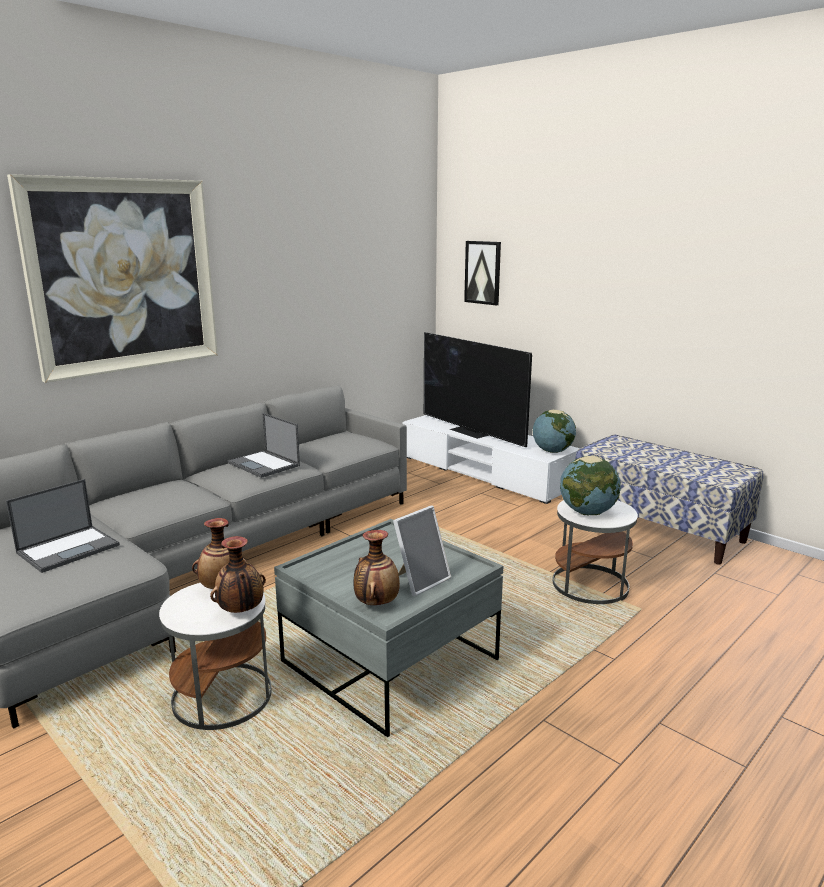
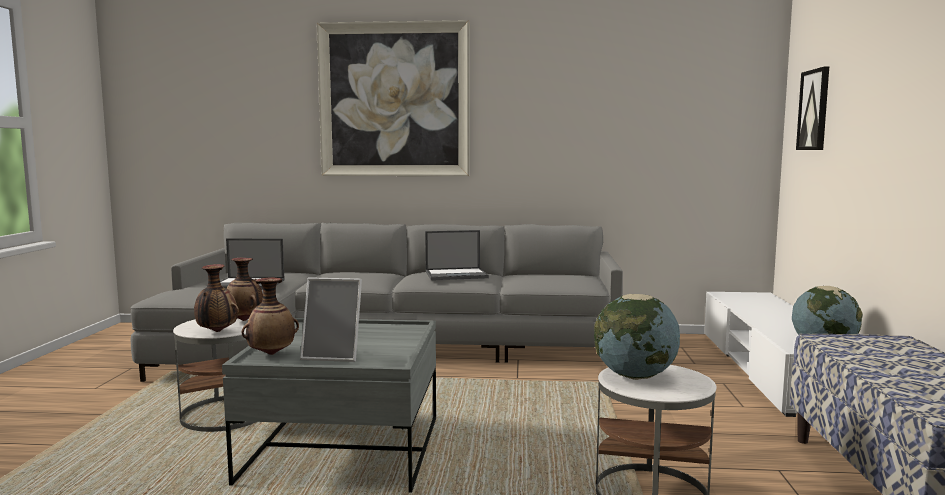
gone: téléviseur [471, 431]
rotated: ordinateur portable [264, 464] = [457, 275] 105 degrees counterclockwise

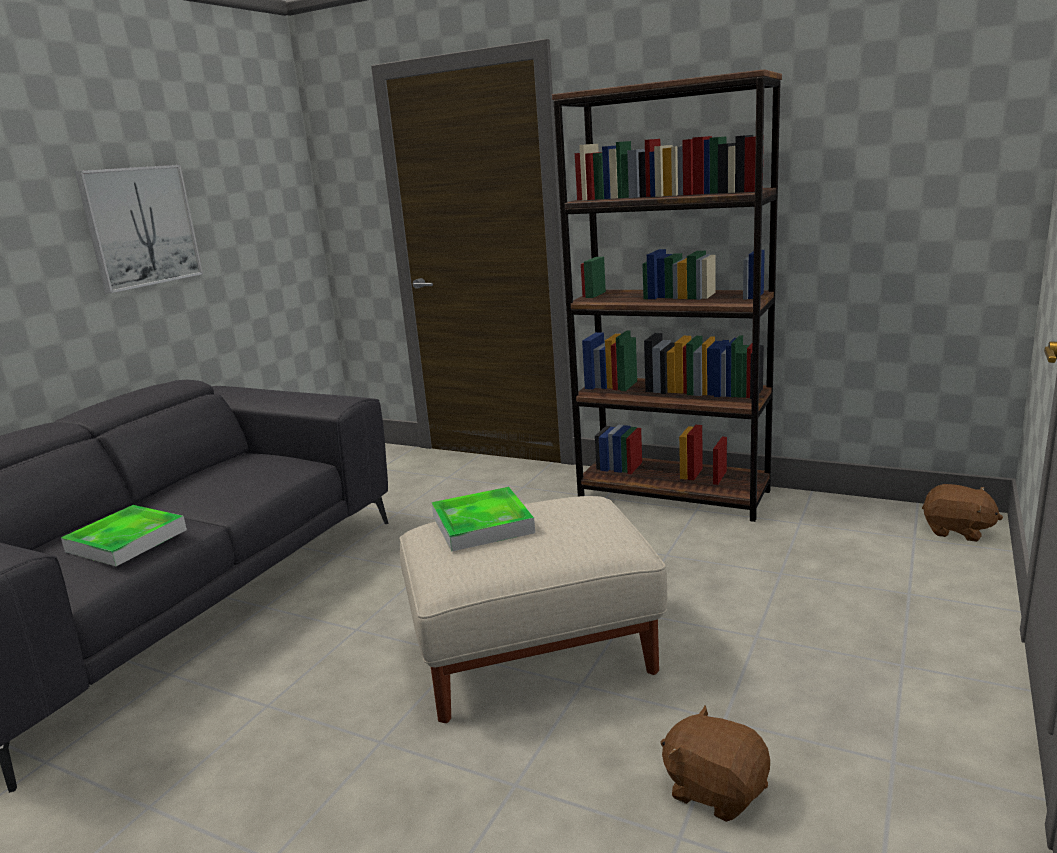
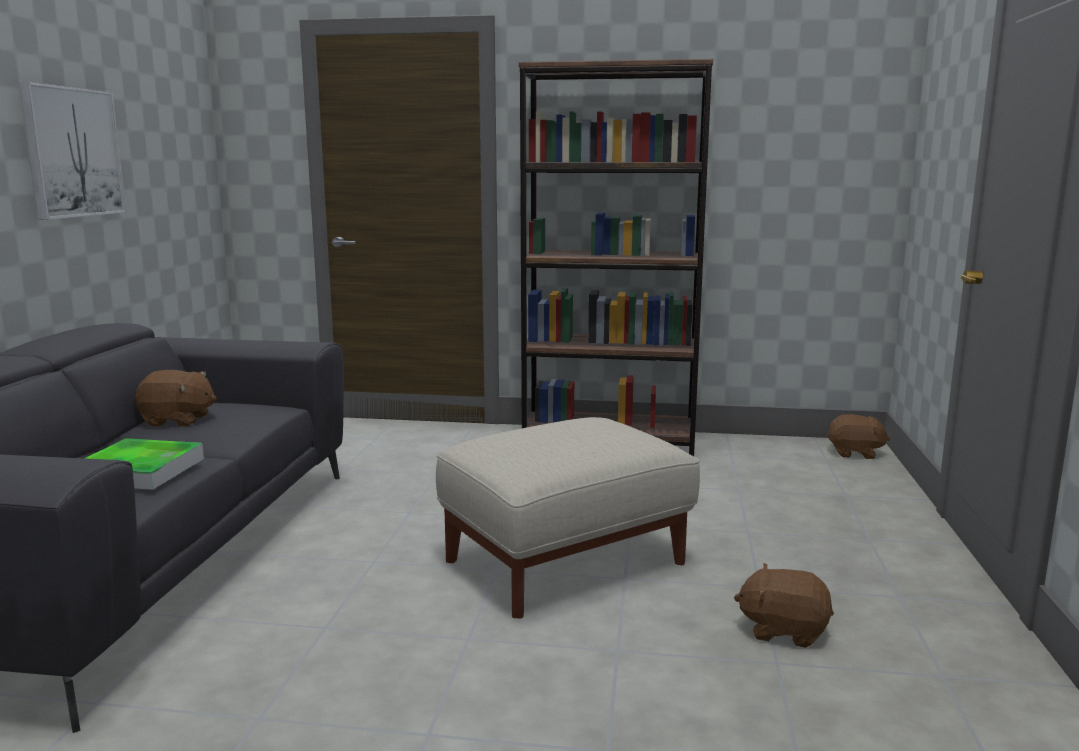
gone: plateau [482, 524]
new: peluche [marron] [178, 421]

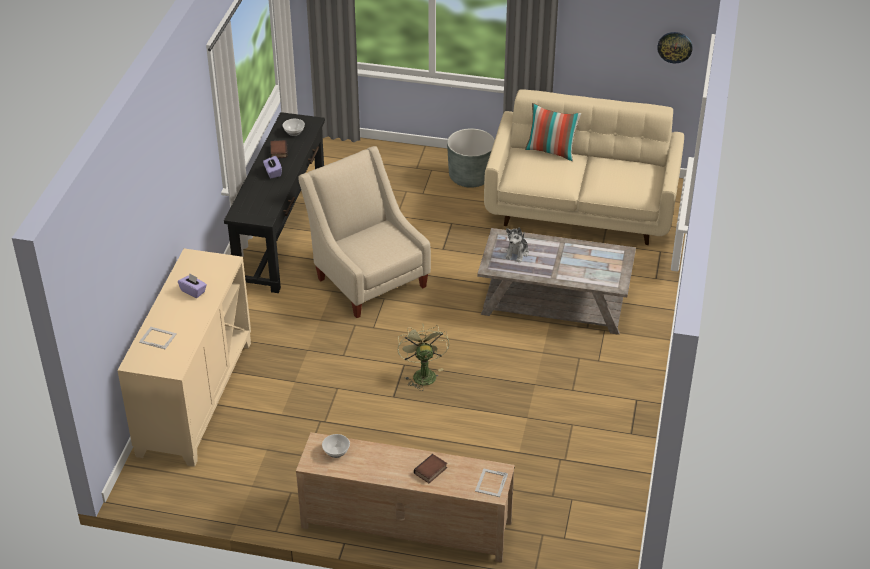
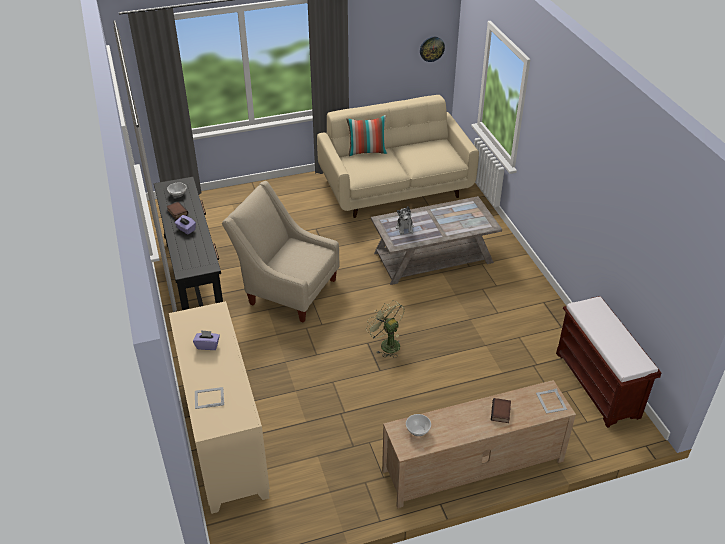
gone: cache-pot [gris] [470, 177]
new: banc [marron] [598, 385]

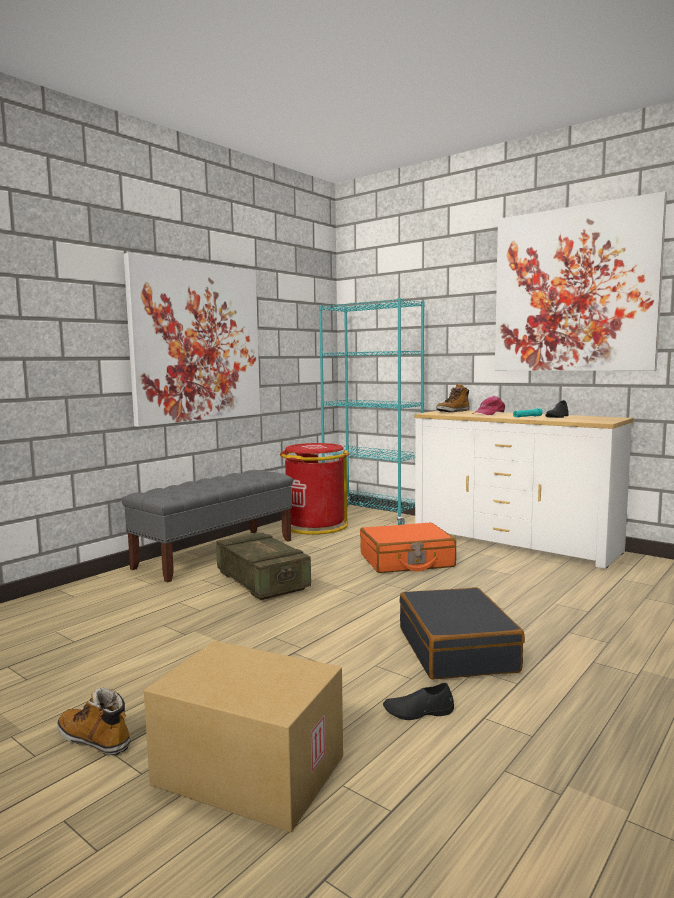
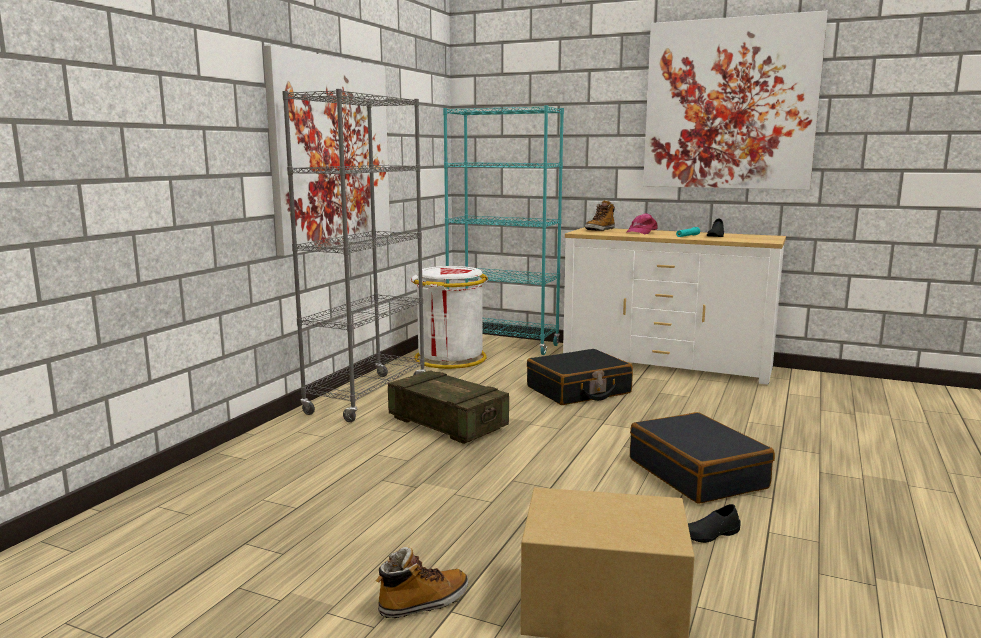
swapped: banc [gris] [216, 553] to bibliothèque [gris] [367, 397]
repainted: poubelle [rouge] [315, 526] to poubelle [blanc] [450, 358]; valise [orange] [406, 561] to valise [noir] [578, 390]
rotated: botte [95, 740] = [423, 603] 135 degrees clockwise

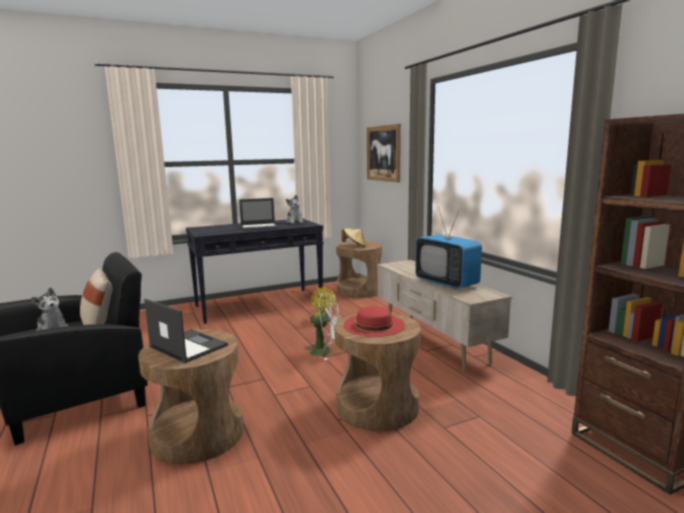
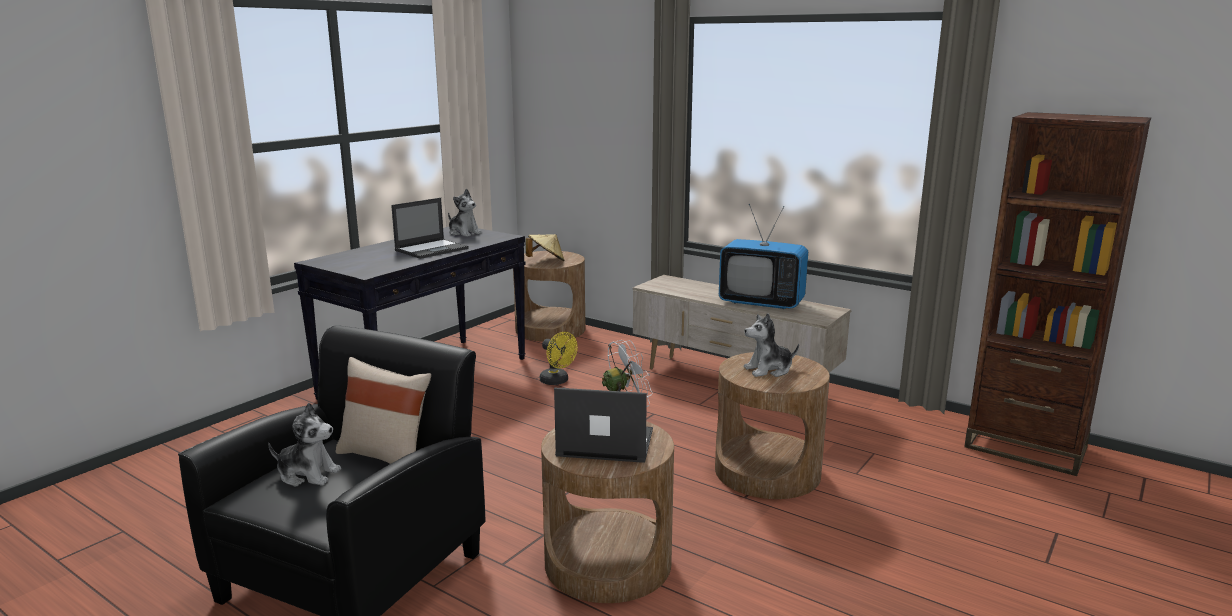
gone: tableau [383, 153]
swapped: chapeau [rouge] [374, 325] to peluche [769, 370]

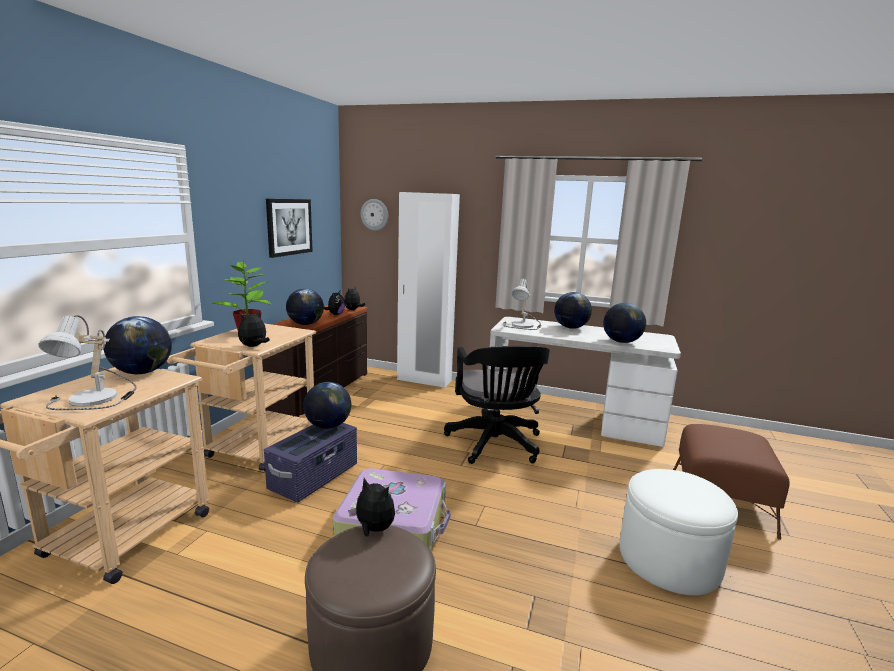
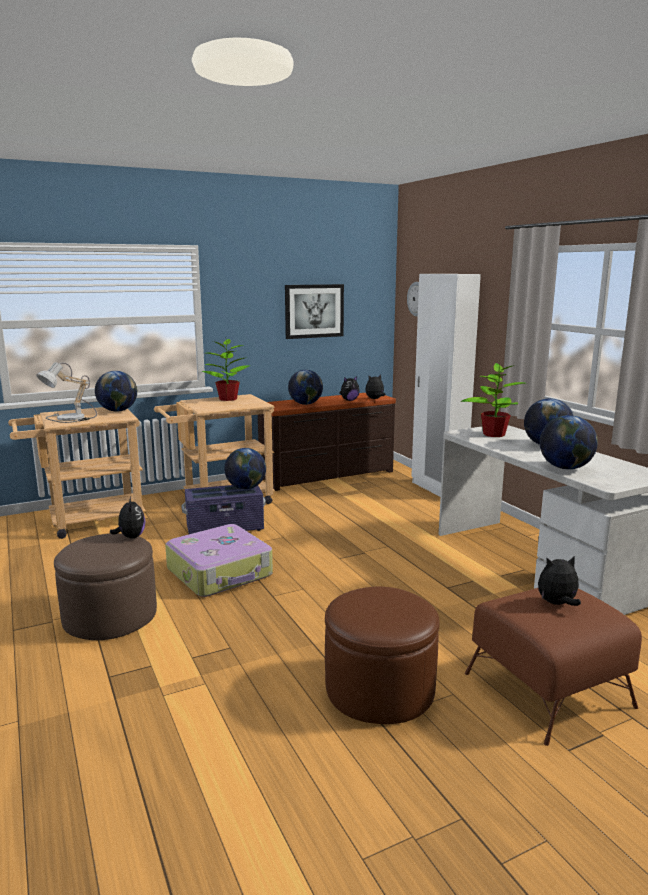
gone: chaise de bureau [noir] [496, 445]
shifted: peluche [254, 346] to [557, 604]
swapped: lampe de table [524, 325] to plante en pot [493, 434]
repainted: pouf [blanc] [669, 559] to pouf [marron] [379, 688]

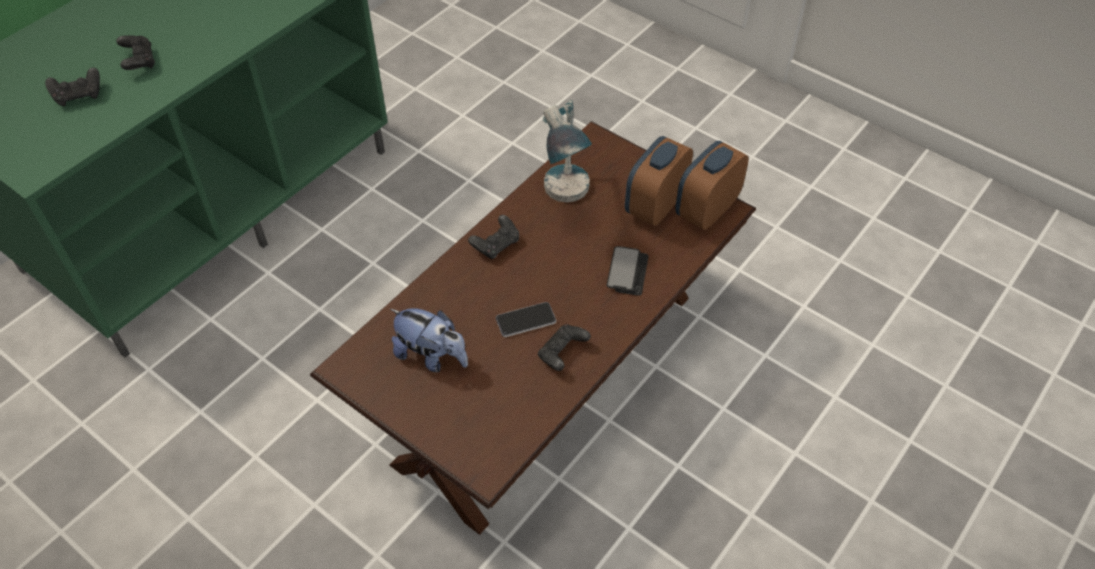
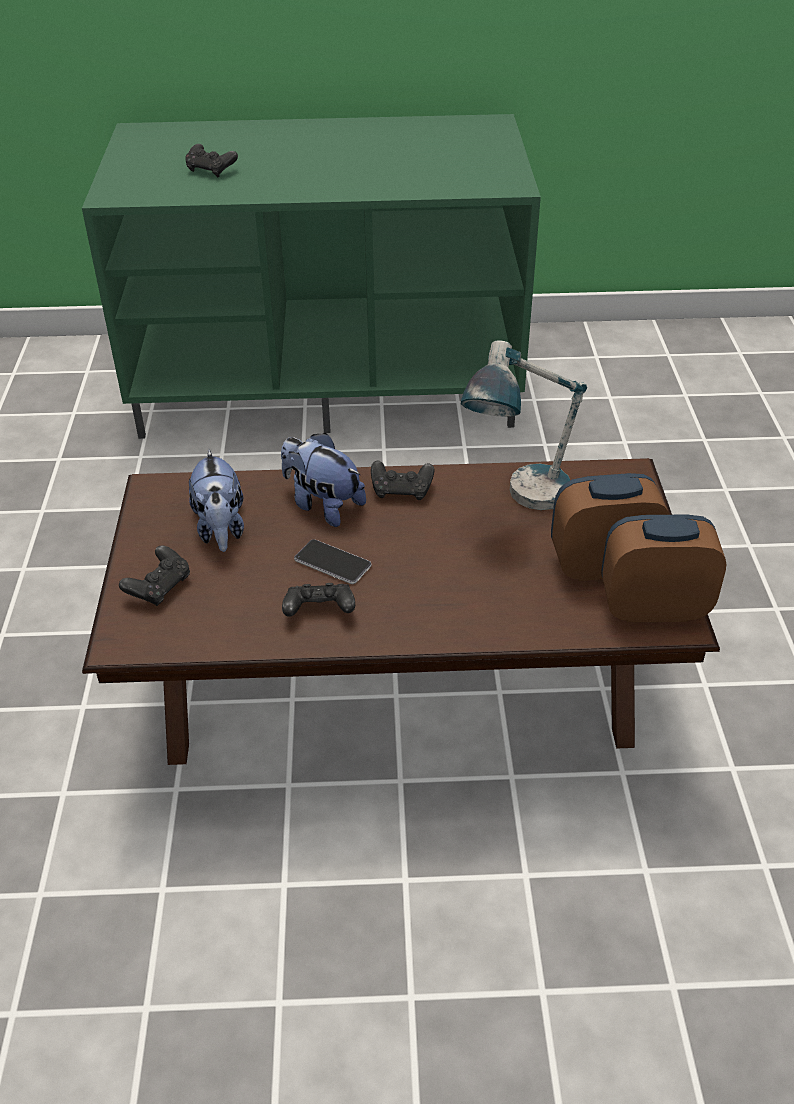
gone: téléphone [627, 272]
new: peluche [322, 505]
shifted: manette [noir] [139, 62] to [159, 588]

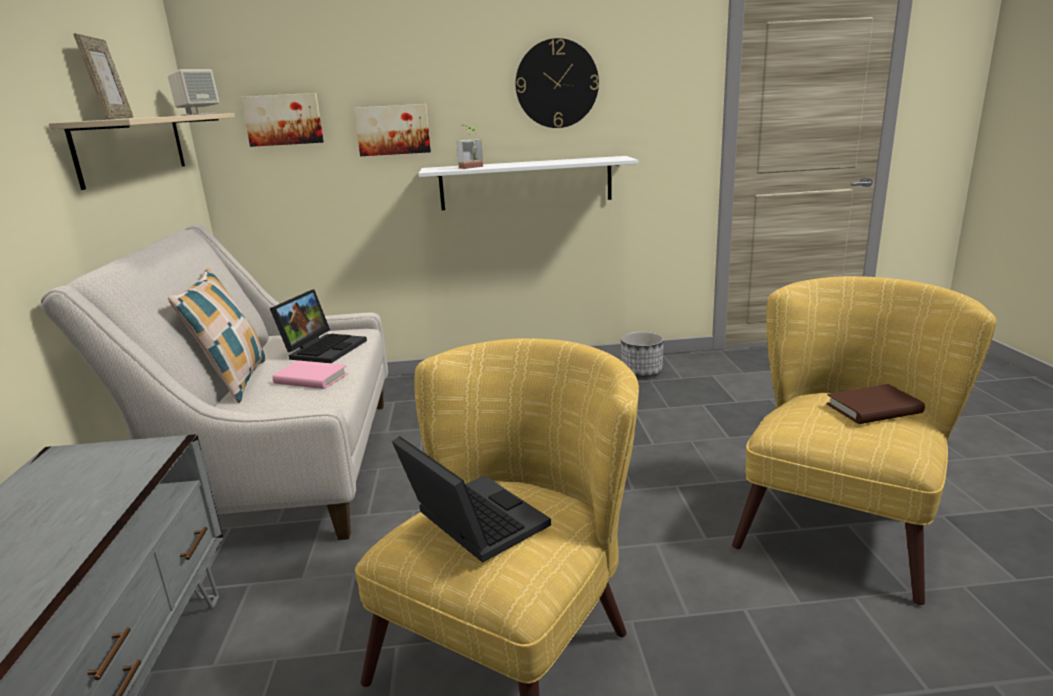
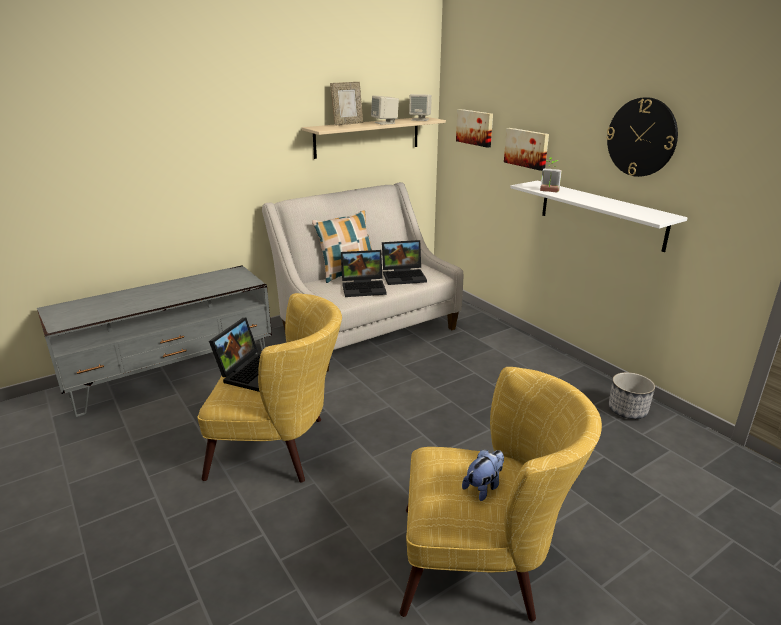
new: enceinte [beige] [385, 123]
swapped: livre [rose] [311, 379] to ordinateur portable [364, 287]; livre [marron] [873, 409] to peluche [483, 487]

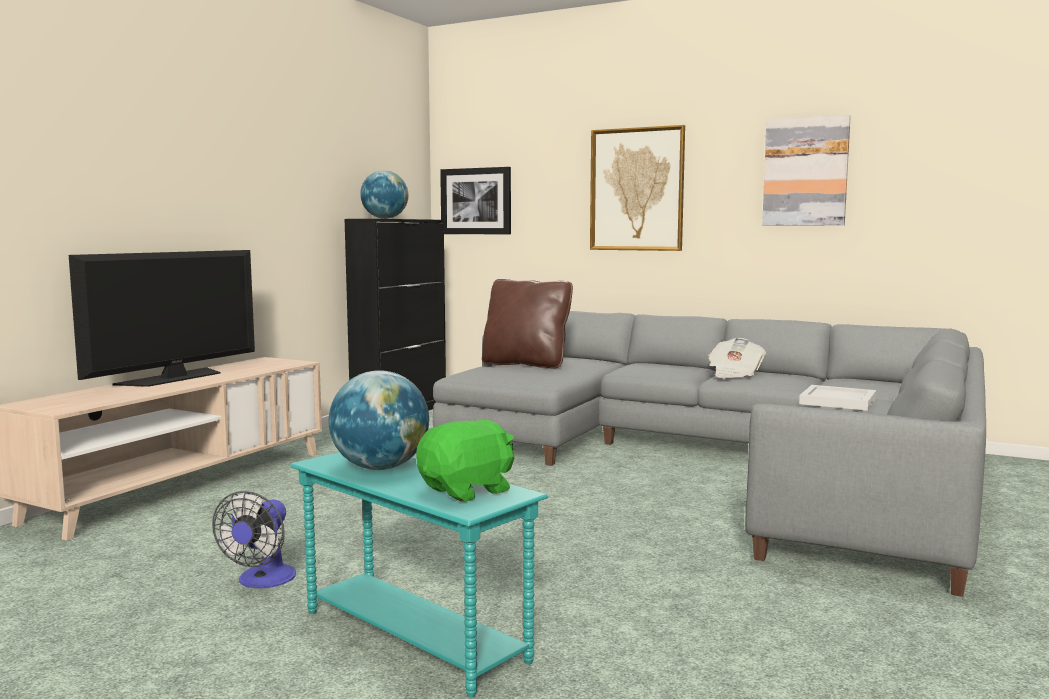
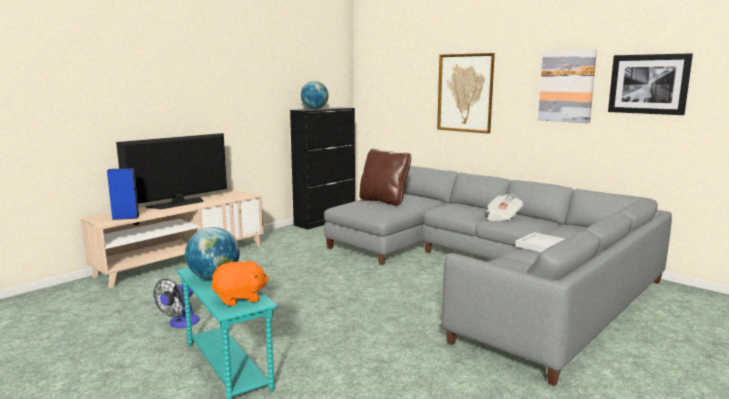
new: enceinte [bleu] [125, 218]
shifted: tableau [476, 201] to [648, 84]
repainted: peluche [vert] [468, 490] to peluche [orange] [240, 298]

